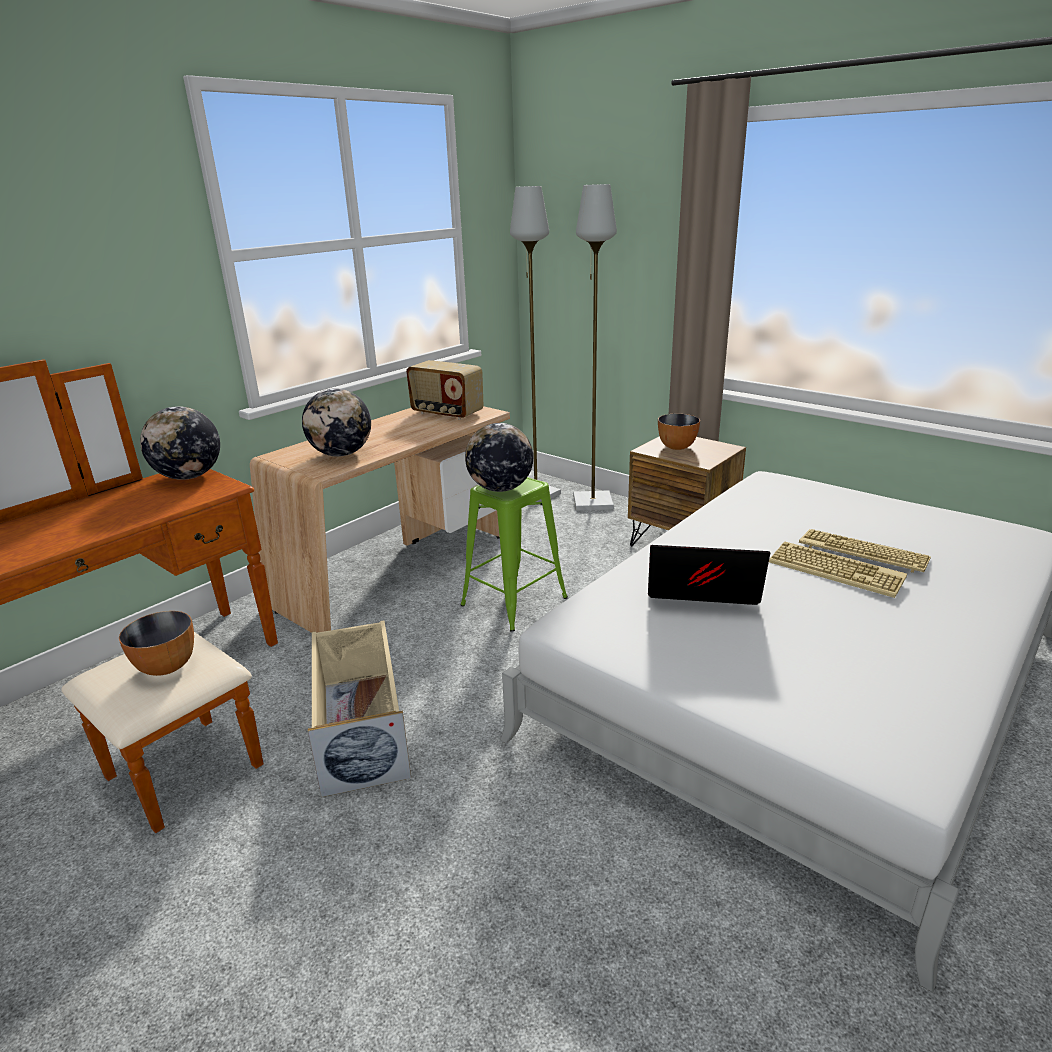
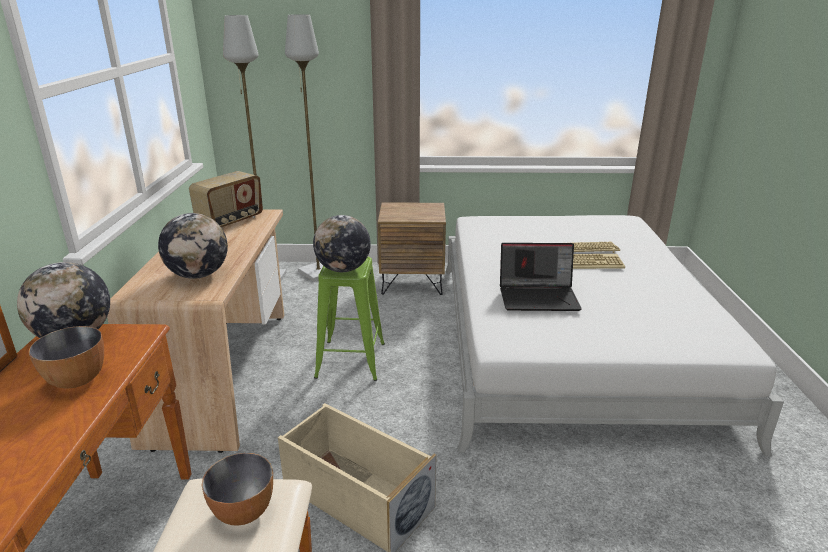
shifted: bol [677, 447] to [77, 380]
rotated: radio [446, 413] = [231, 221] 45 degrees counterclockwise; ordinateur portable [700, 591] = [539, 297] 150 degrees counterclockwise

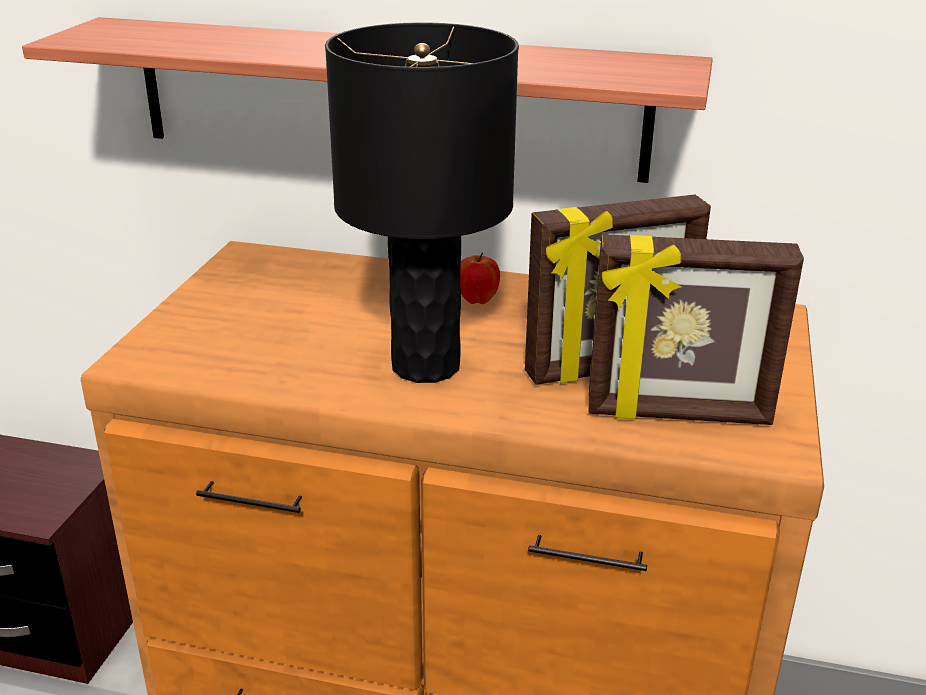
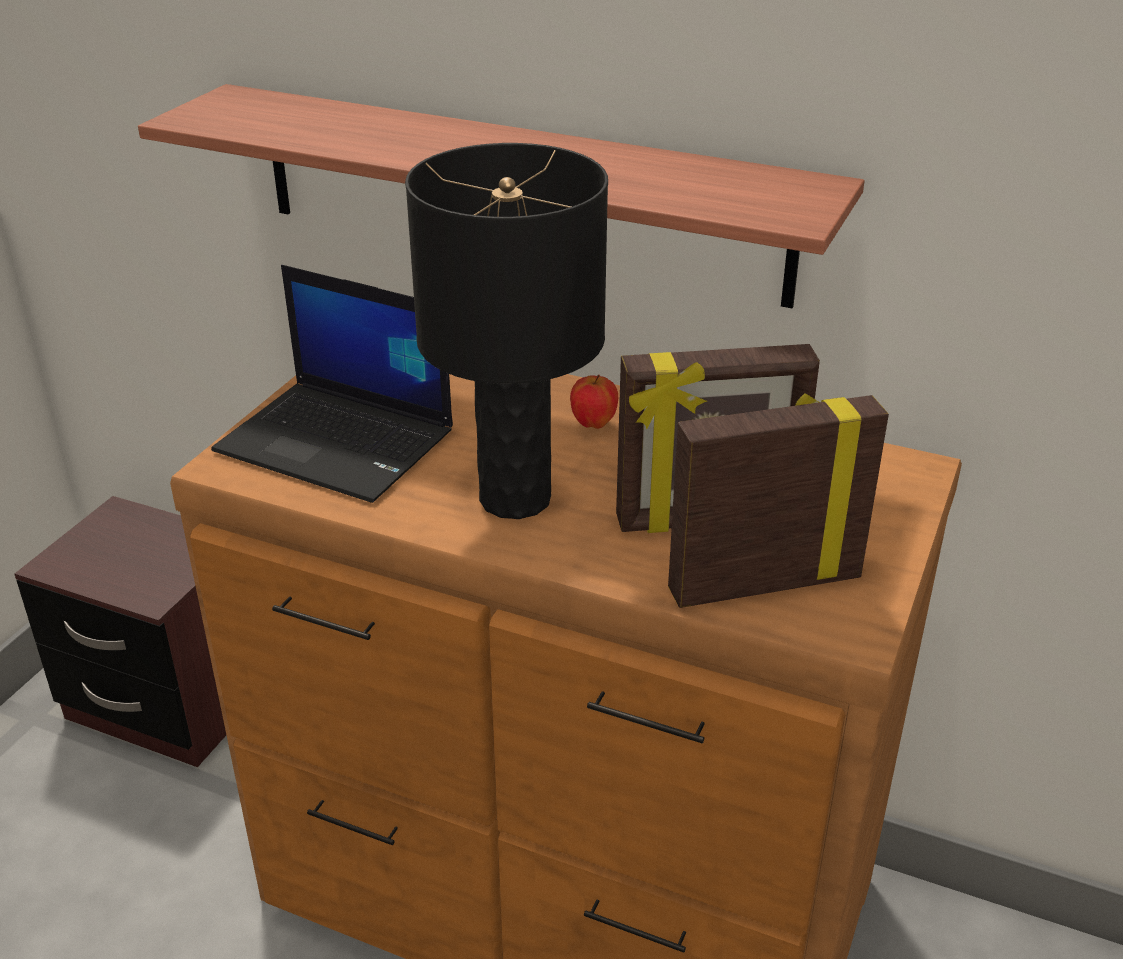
new: ordinateur portable [339, 441]
rotated: cadre photo [678, 415] = [763, 582] 150 degrees clockwise

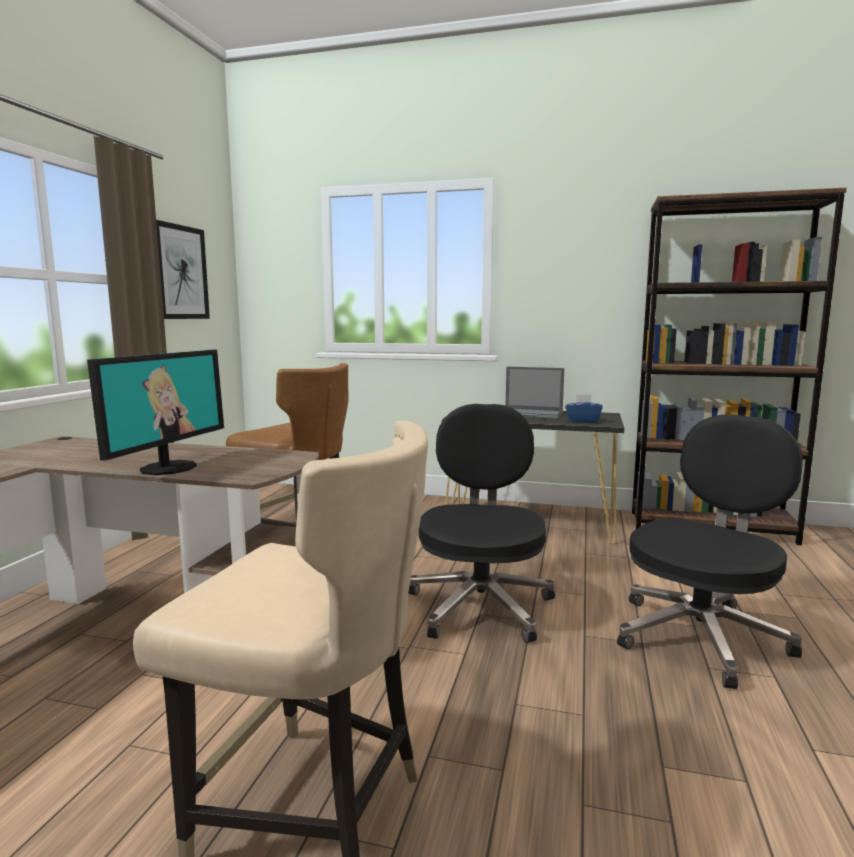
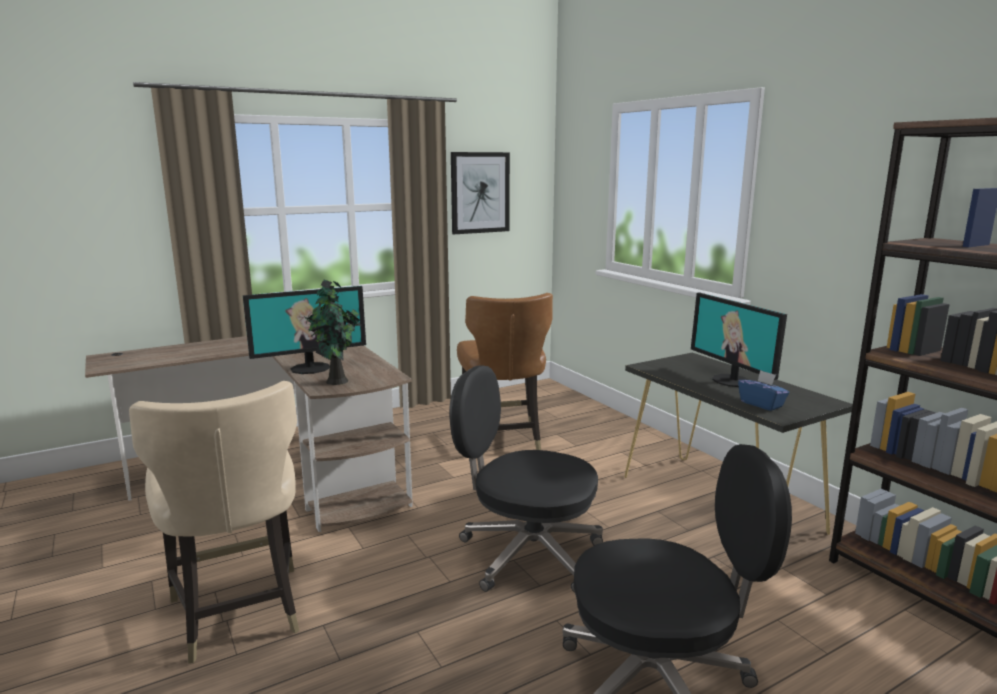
new: plante en pot [337, 382]
swapped: ordinateur portable [530, 414] to écran d'ordinateur [732, 380]
rotated: chaise de bureau [noir] [480, 605] = [527, 554] 120 degrees counterclockwise

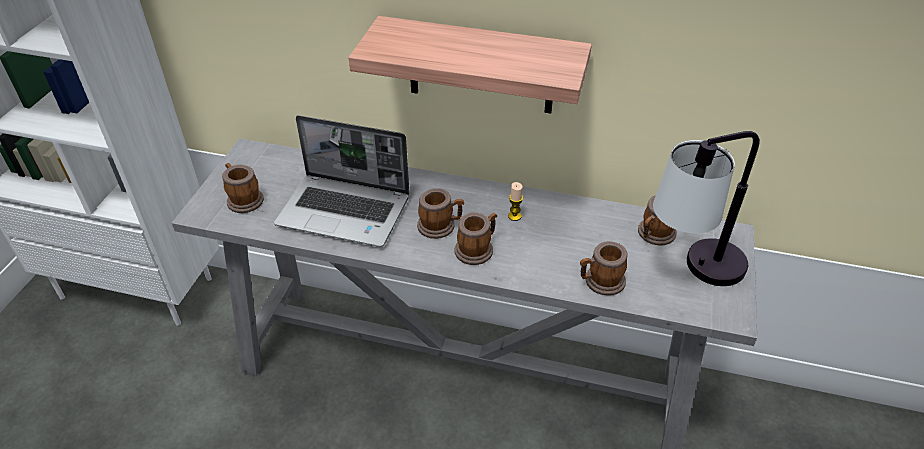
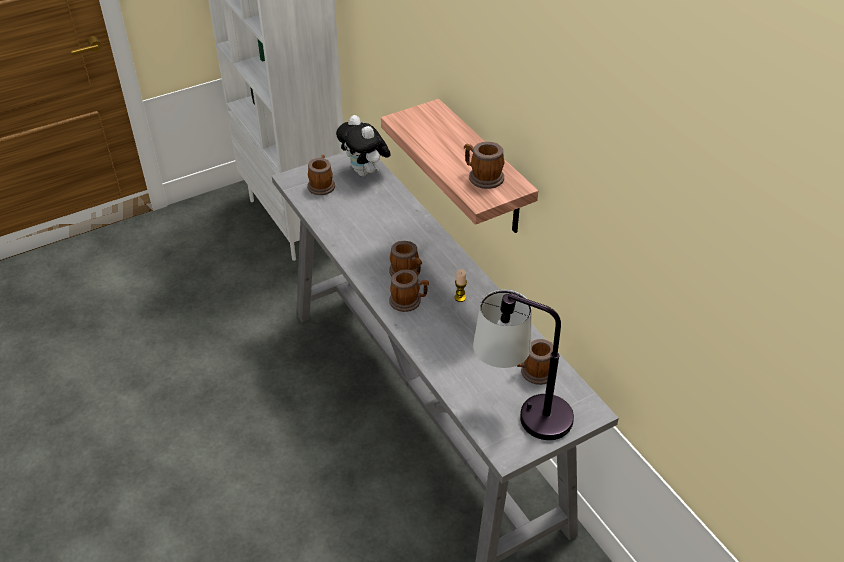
gone: ordinateur portable [346, 211]
new: peluche [365, 172]
shifted: mug [600, 282] to [482, 177]

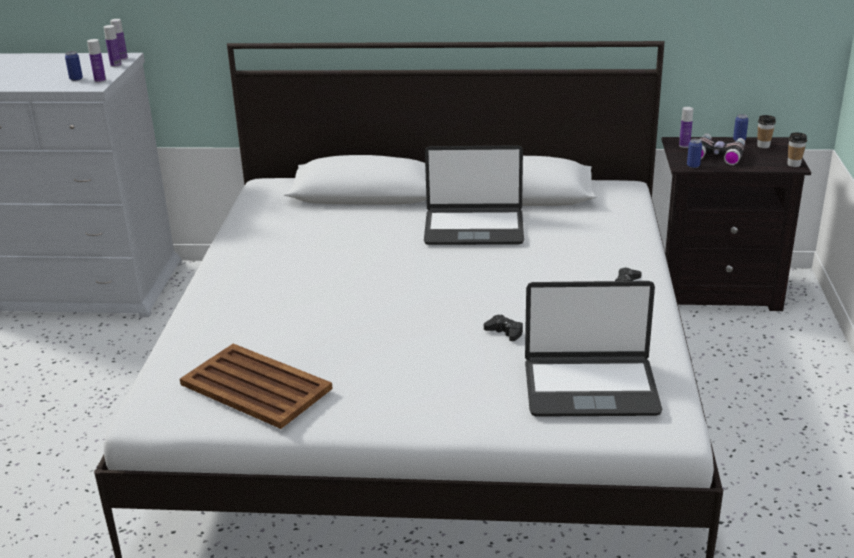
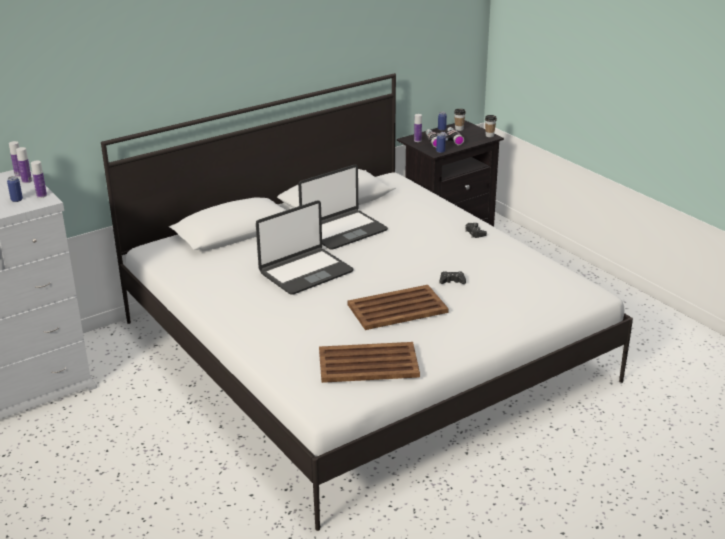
new: plateau [marron] [398, 308]
shifted: ordinateur portable [590, 387] to [305, 272]

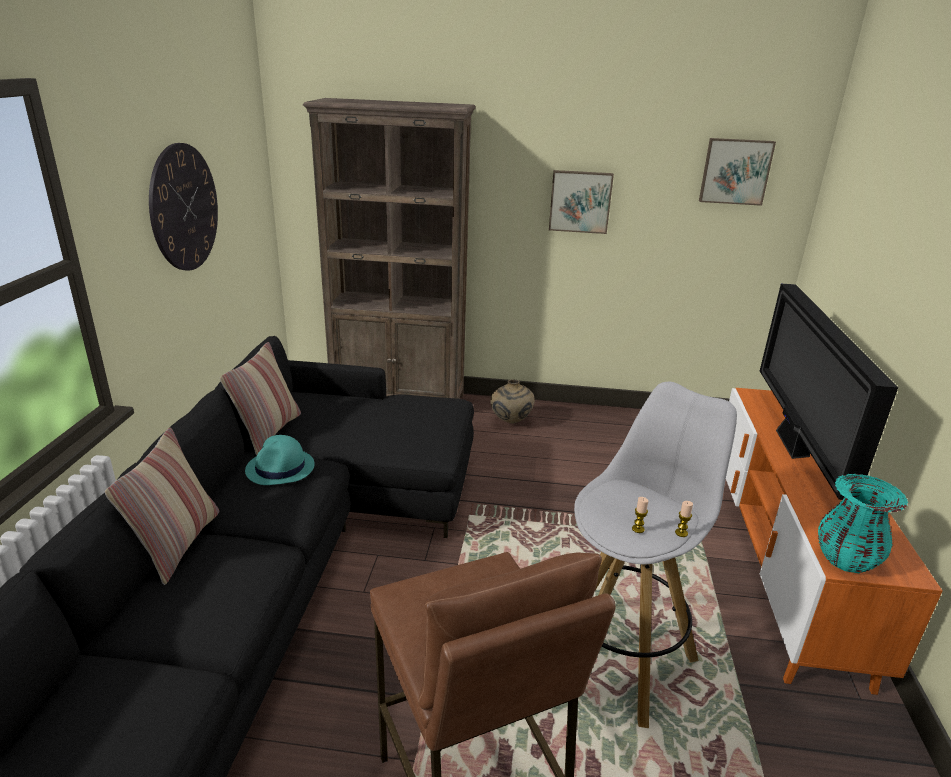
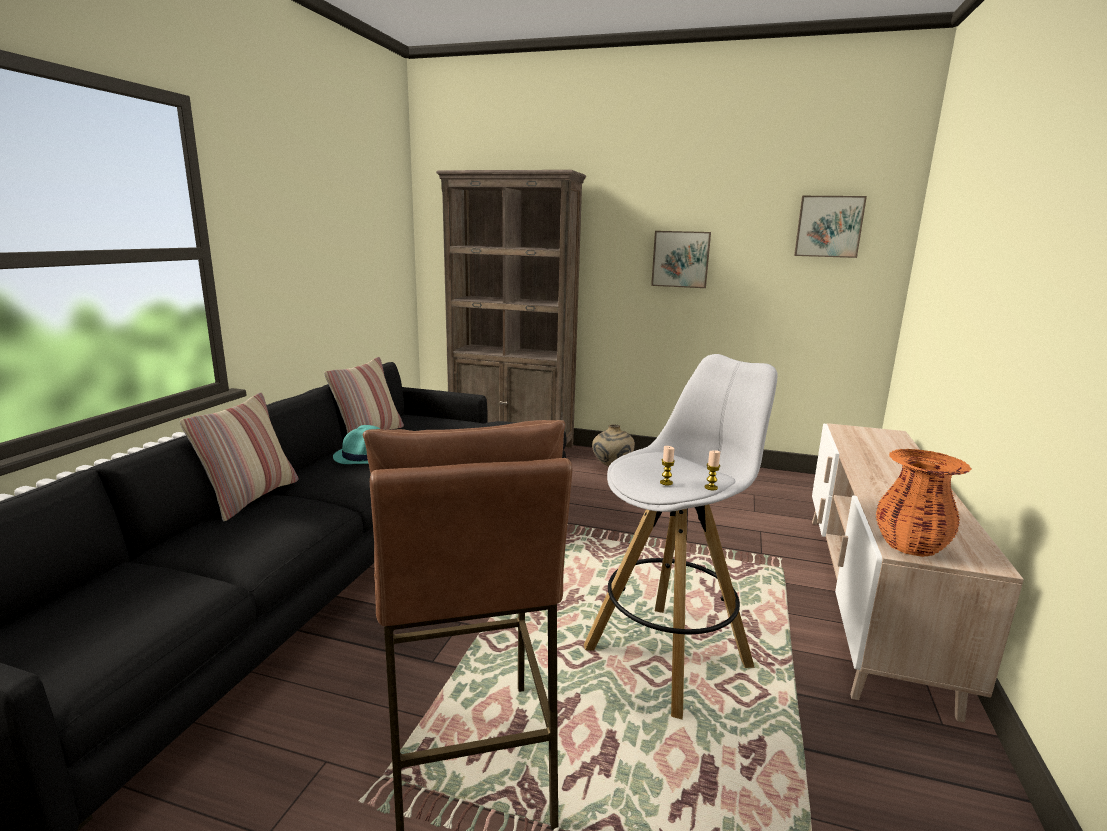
gone: horloge murale [184, 208]; téléviseur [792, 446]
repainted: meuble télé [orange] [781, 565] to meuble télé [beige] [869, 597]; vase [turquoise] [846, 559] to vase [orange] [910, 546]

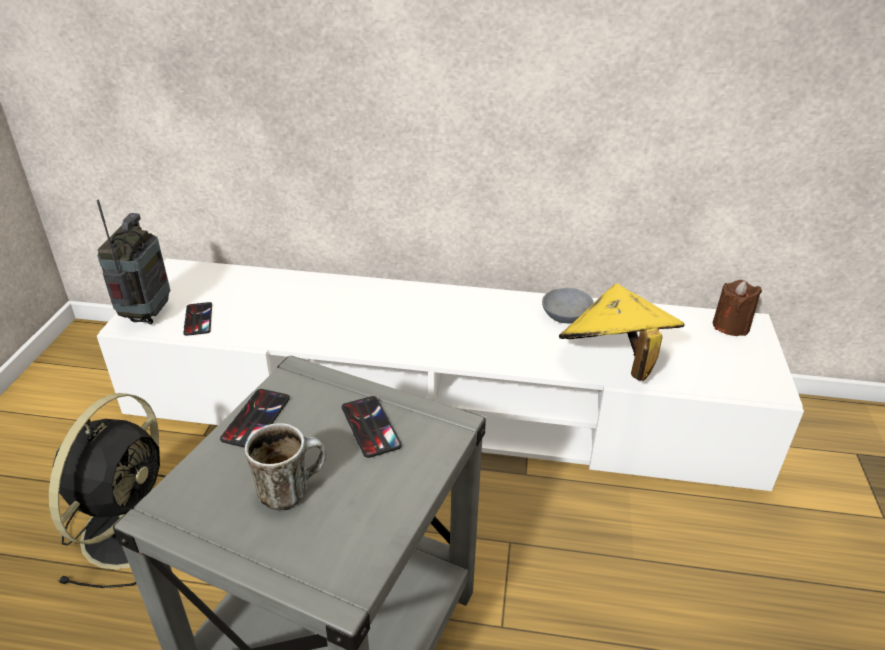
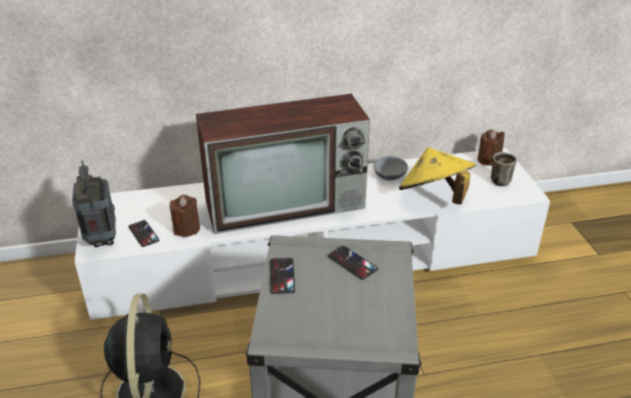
new: téléviseur [287, 204]; bougie [marron] [186, 229]
shifted: mug [291, 490] to [501, 180]

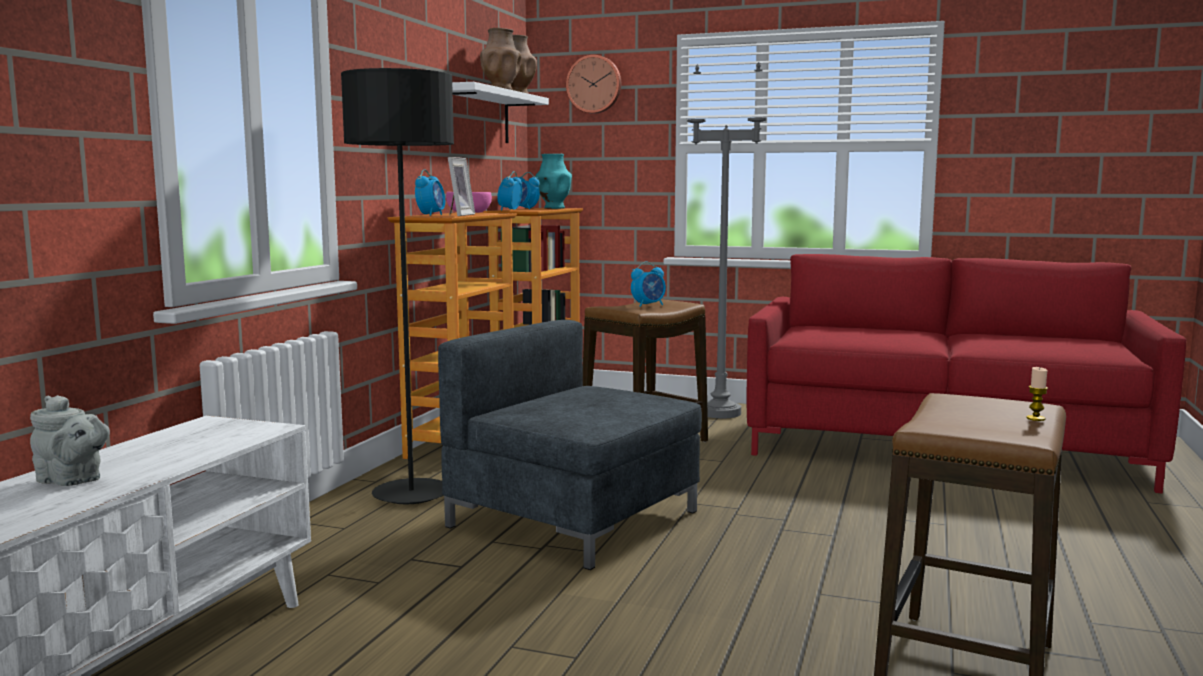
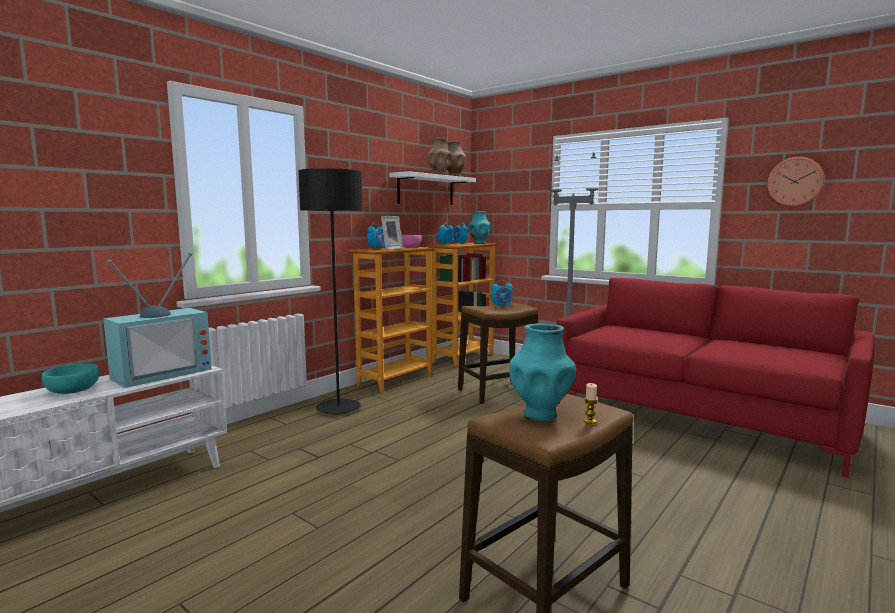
gone: fauteuil [gris] [575, 520]
new: téléviseur [161, 373]; vase [turquoise] [540, 414]
shifted: horloge murale [594, 84] to [795, 181]
swapped: théière [gris] [73, 481] to bol [turquoise] [73, 390]

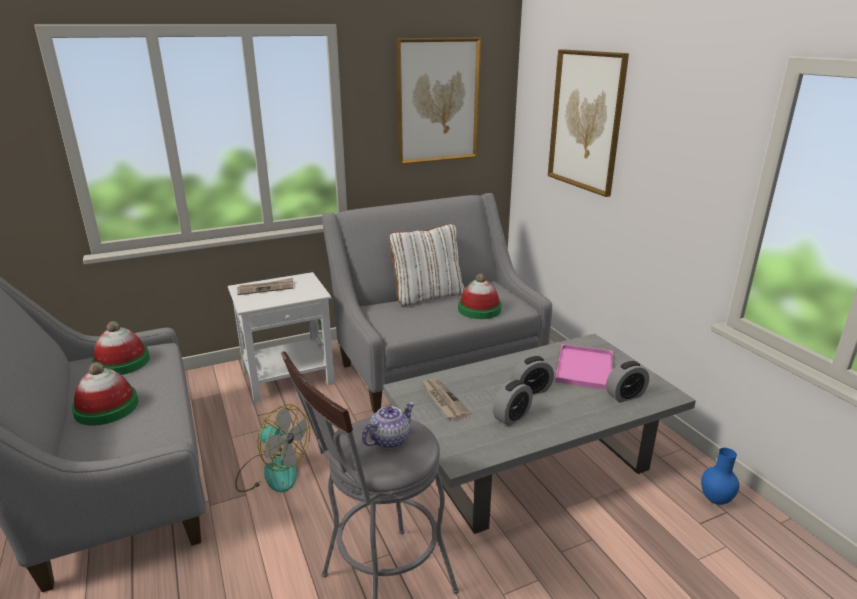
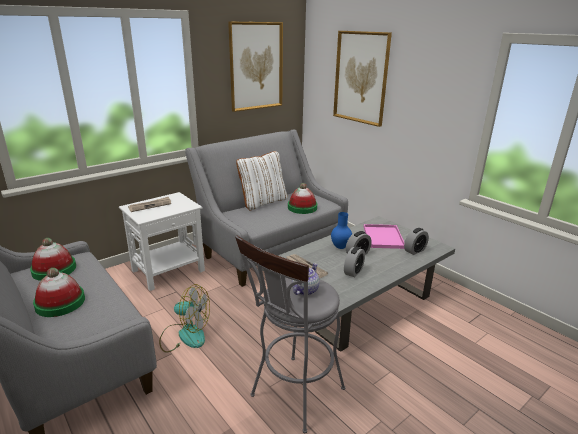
shifted: vase [bleu] [715, 499] to [340, 247]

